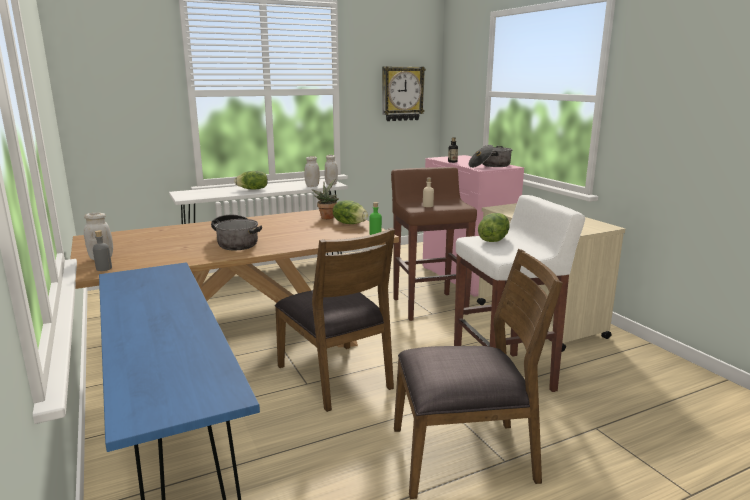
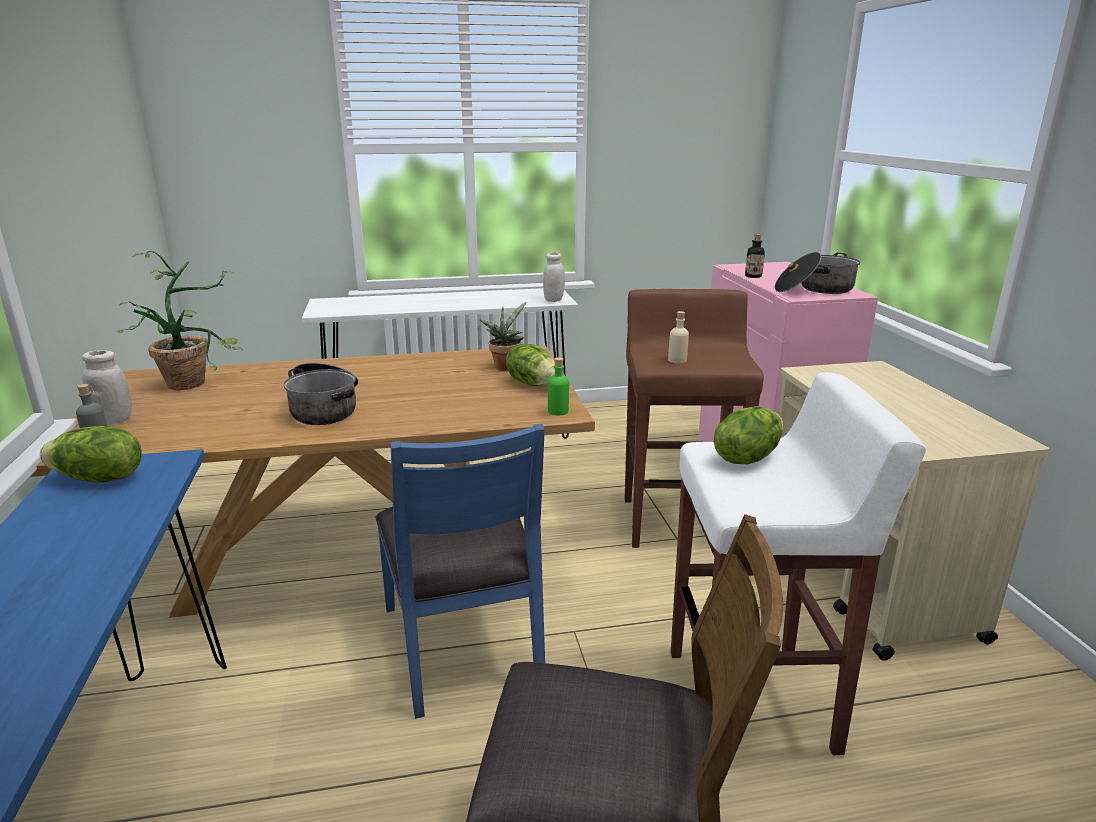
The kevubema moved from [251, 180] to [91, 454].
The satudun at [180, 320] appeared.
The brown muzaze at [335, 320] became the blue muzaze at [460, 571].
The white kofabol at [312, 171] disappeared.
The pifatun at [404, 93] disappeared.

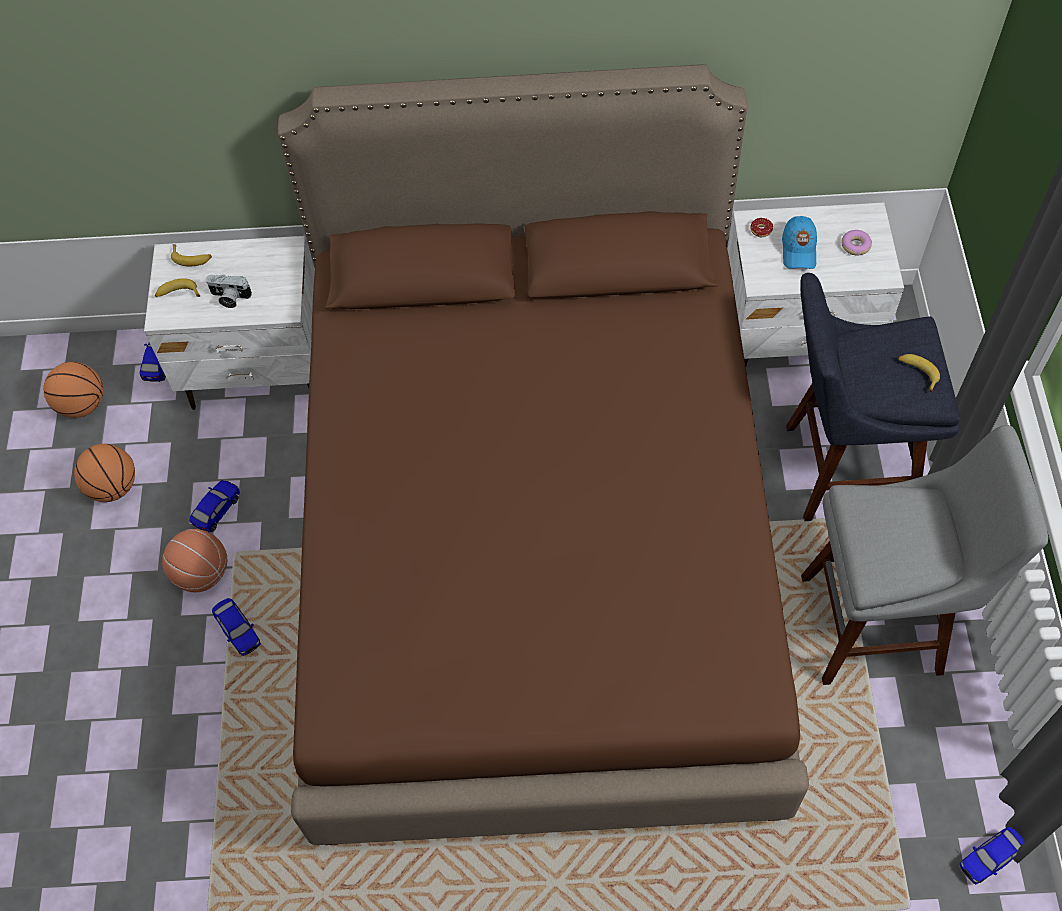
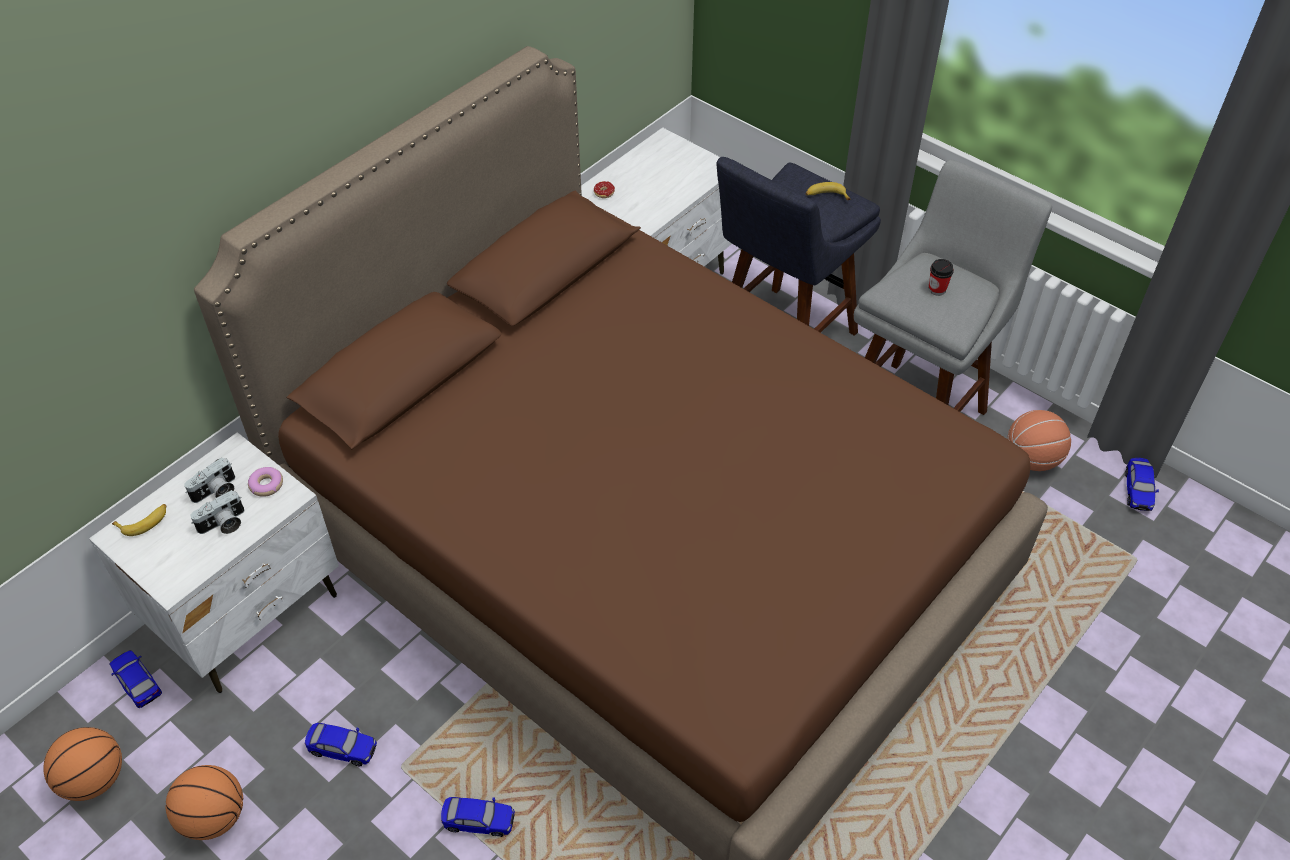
The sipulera at [209, 480] appeared.
The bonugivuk moved from [856, 243] to [265, 482].
The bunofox at [214, 506] turned 120 degrees clockwise.
The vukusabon at [941, 277] appeared.
The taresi moved from [194, 560] to [1039, 440].
The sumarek at [178, 287] disappeared.
The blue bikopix at [799, 242] disappeared.

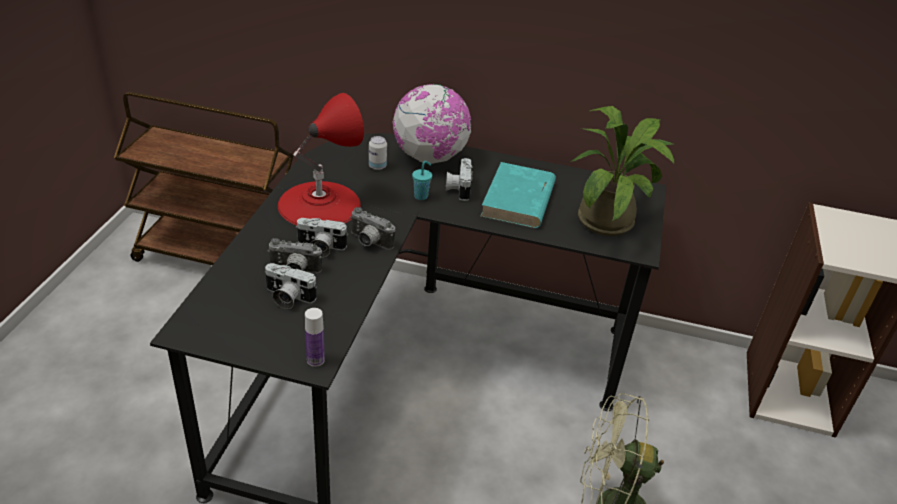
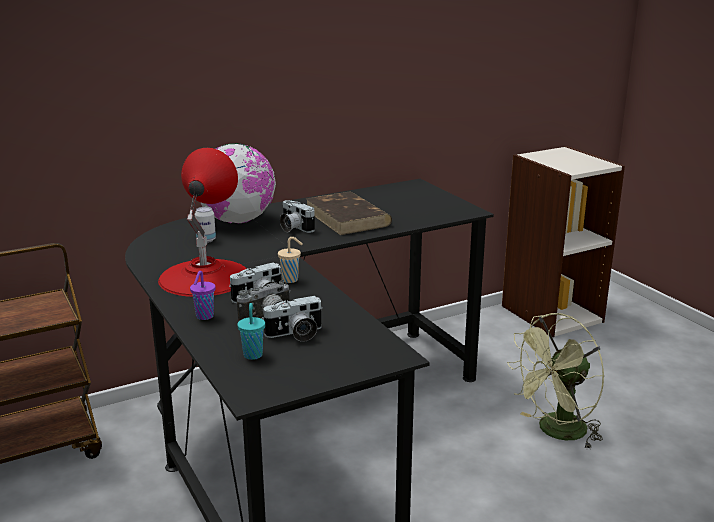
The purple vukusabon at [202, 295] appeared.
The turquoise vukusabon moved from [422, 180] to [251, 331].
The sipulera at [372, 228] was replaced by the beige vukusabon at [290, 260].
The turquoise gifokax at [518, 195] became the brown gifokax at [349, 213].
The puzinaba at [315, 337] disappeared.
The satudun at [622, 171] disappeared.

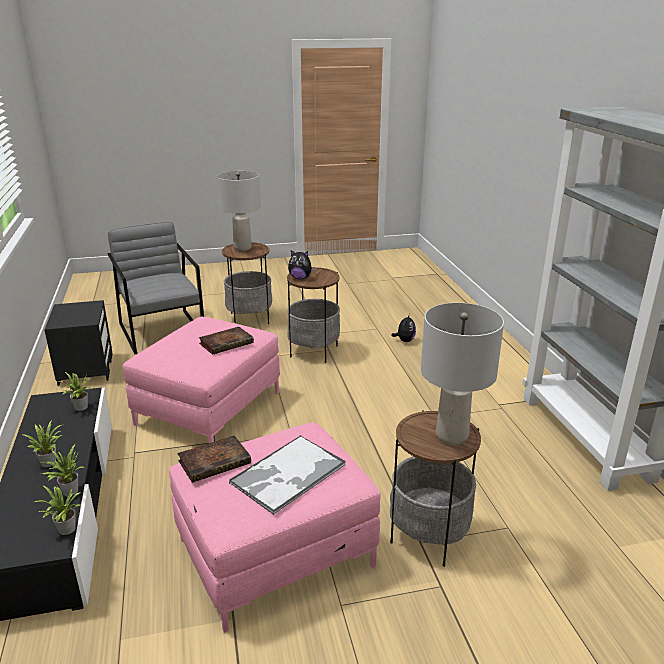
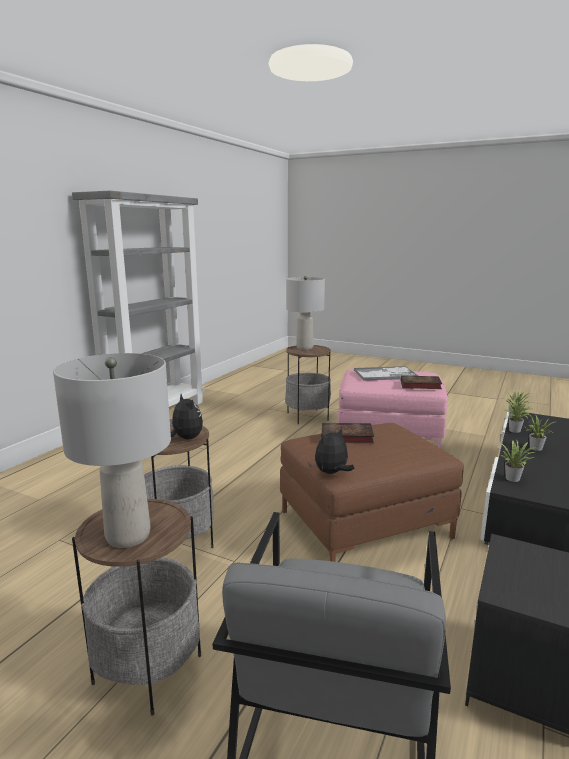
The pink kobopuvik at [201, 380] became the brown kobopuvik at [372, 492].
The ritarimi moved from [403, 327] to [334, 450].

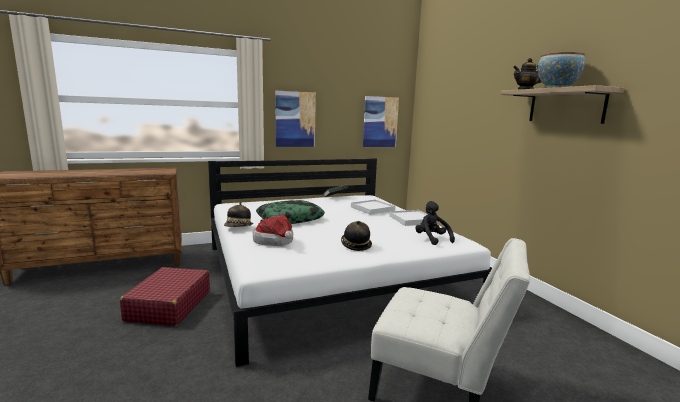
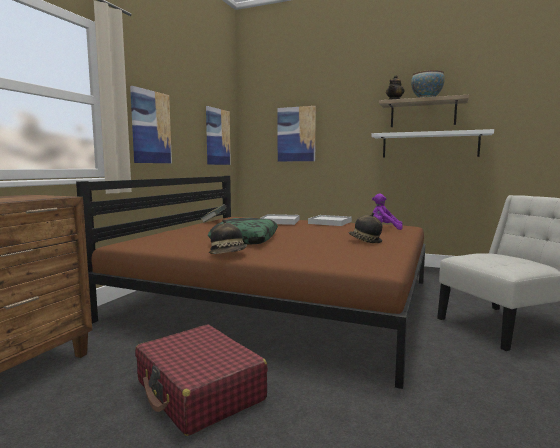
The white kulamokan at [350, 262] became the brown kulamokan at [250, 282].
The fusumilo at [297, 133] appeared.
The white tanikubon at [432, 143] appeared.
The black ritarimi at [435, 223] became the purple ritarimi at [387, 211].
The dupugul at [273, 230] disappeared.

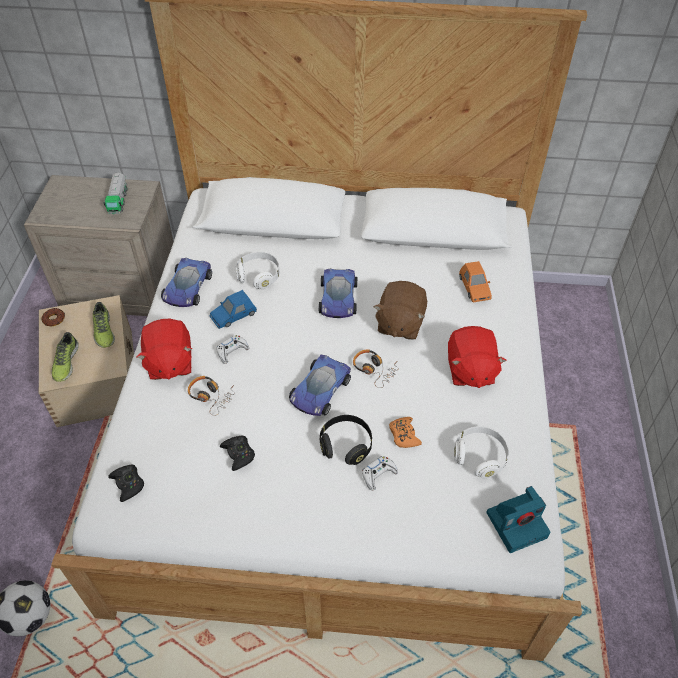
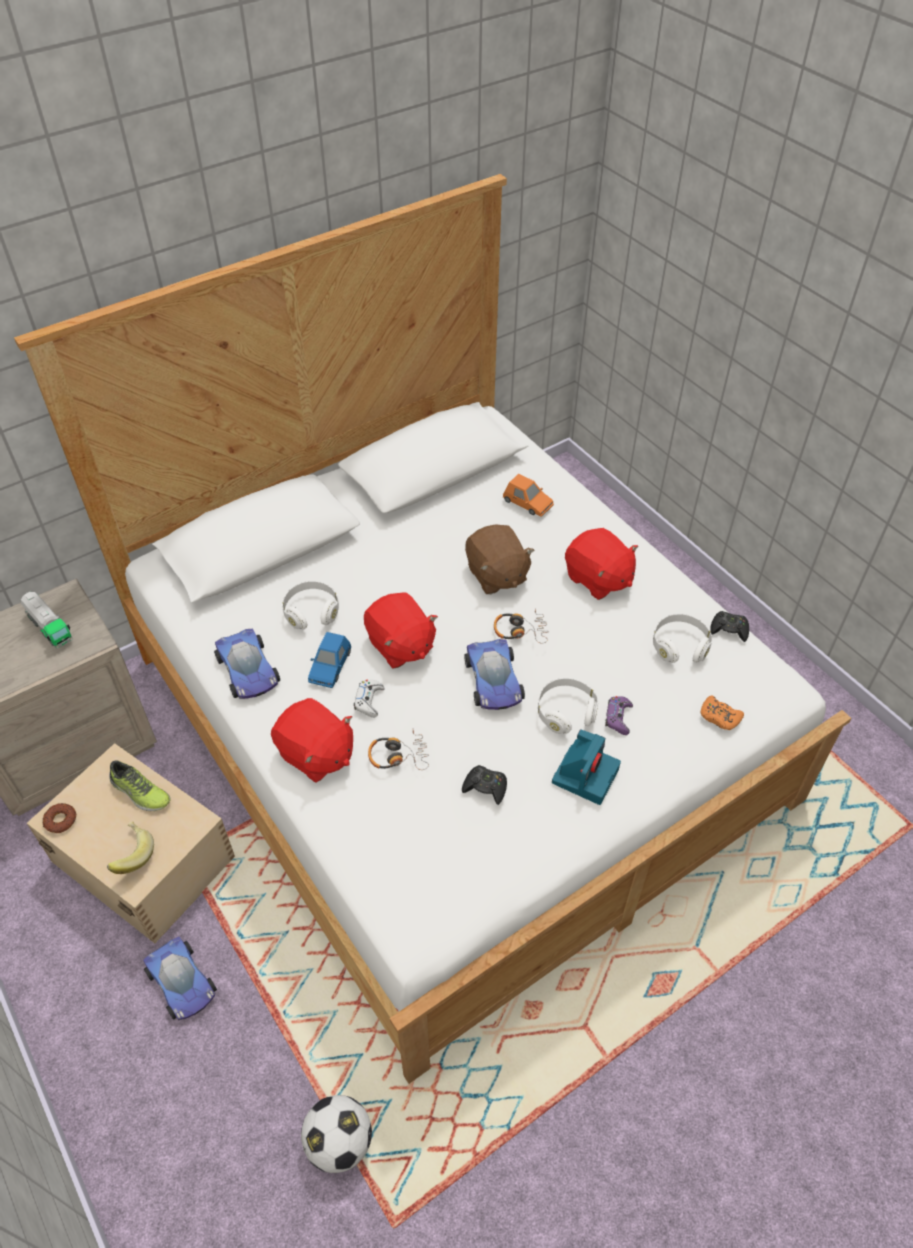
The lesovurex at [65, 357] was replaced by the sumarek at [130, 847].
The bunofox moved from [338, 293] to [180, 978].
The red ritarimi at [401, 630] appeared.
The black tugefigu at [346, 440] became the white tugefigu at [568, 706].
The sipulera moved from [518, 519] to [586, 767].
The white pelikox at [380, 473] became the purple pelikox at [619, 715].
The orange pelikox moved from [405, 432] to [722, 712].
The black pelikox moved from [126, 483] to [729, 626].

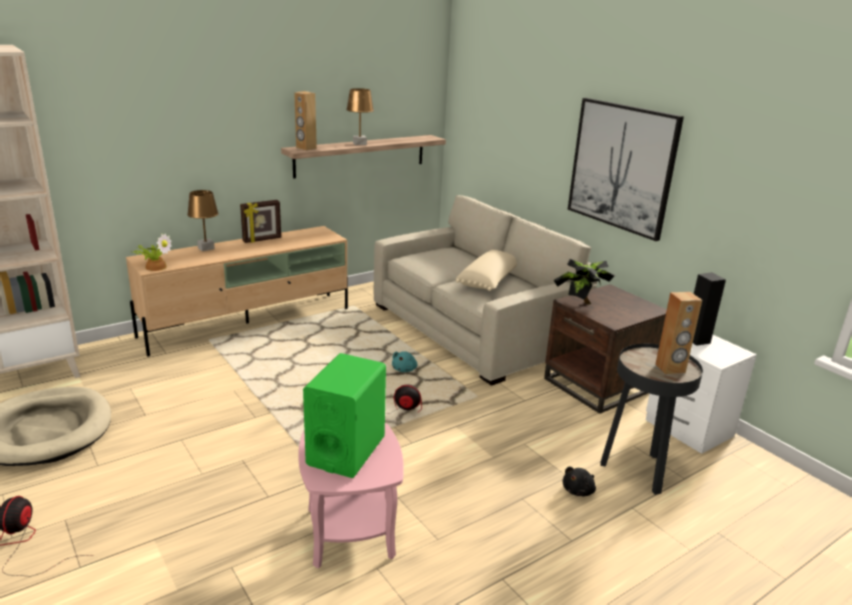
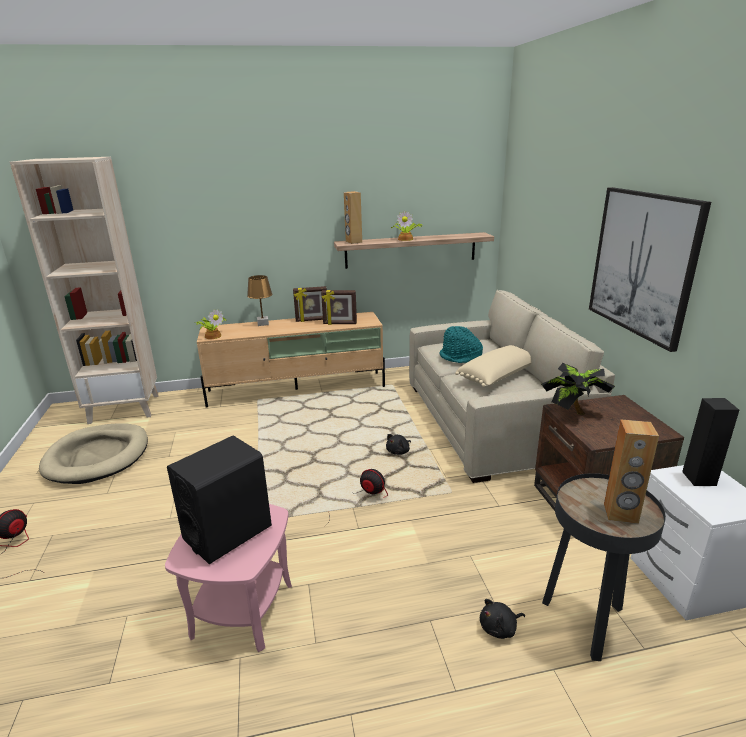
The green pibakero at [344, 415] became the black pibakero at [219, 499].
The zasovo at [339, 307] appeared.
The turquoise ritarimi at [405, 361] became the black ritarimi at [398, 444].
The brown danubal at [360, 116] was replaced by the satudun at [407, 225].
The turquoise dupugul at [461, 344] appeared.

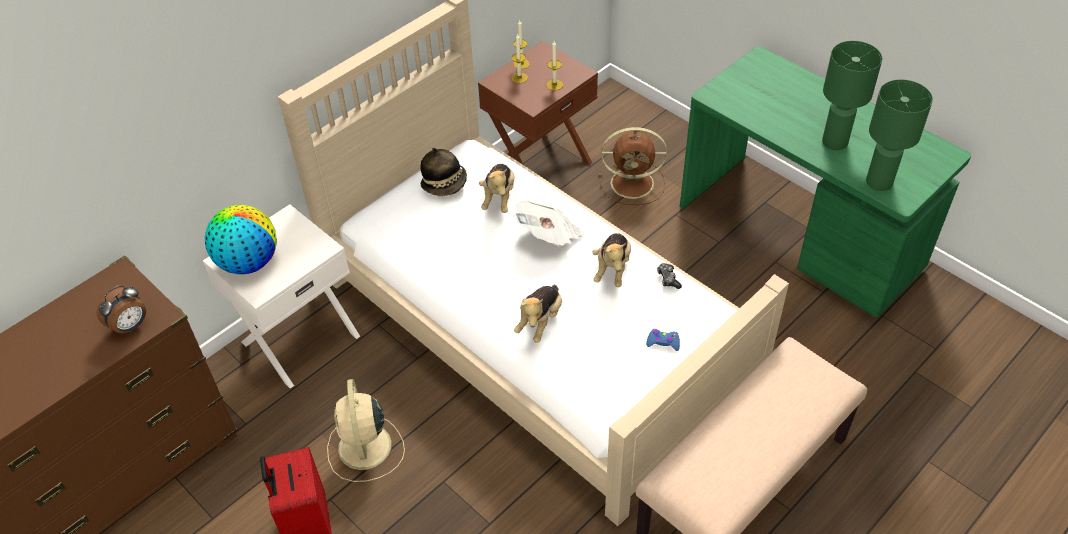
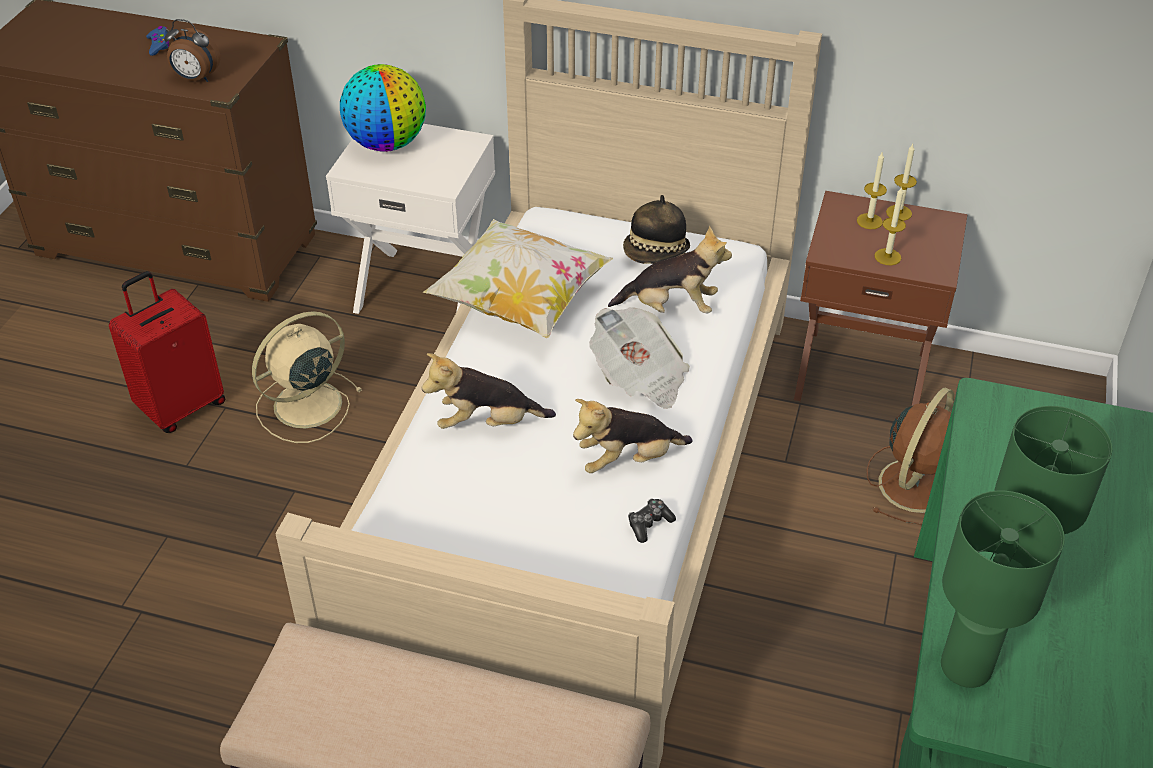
The blue pelikox moved from [663, 340] to [157, 41].
The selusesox at [518, 278] appeared.
The ritarimi at [497, 188] turned 150 degrees counterclockwise.
The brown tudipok at [633, 166] turned 120 degrees counterclockwise.

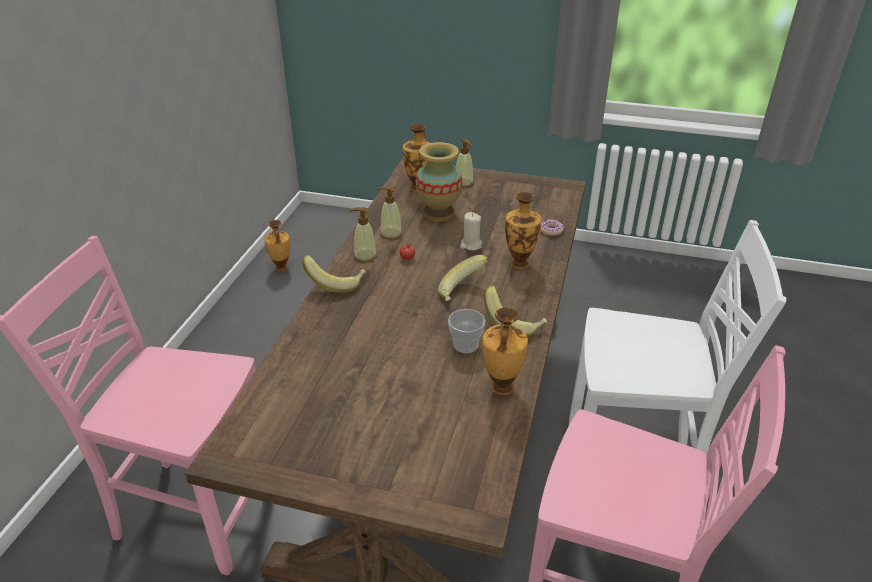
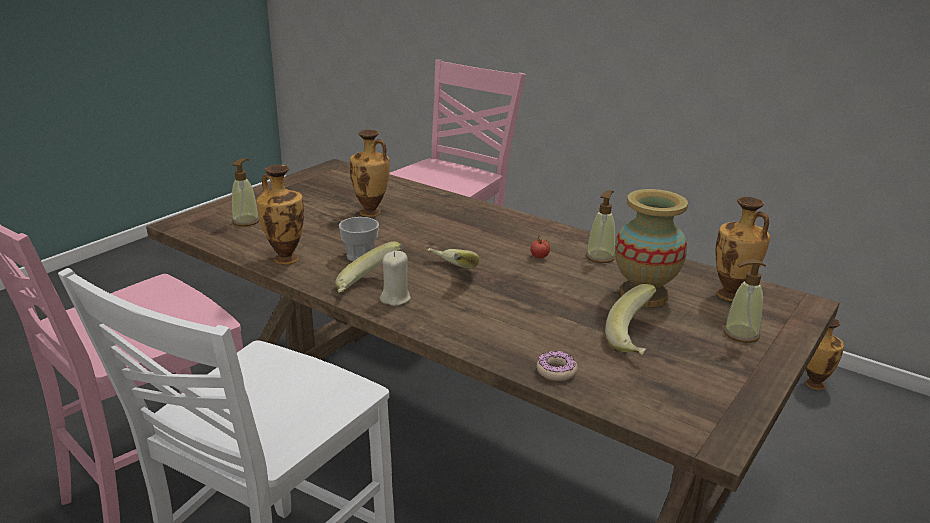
The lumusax moved from [363, 235] to [246, 192].
The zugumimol moved from [523, 230] to [370, 173].
The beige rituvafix moved from [471, 231] to [395, 278].
The sumarek moved from [334, 274] to [631, 319].

